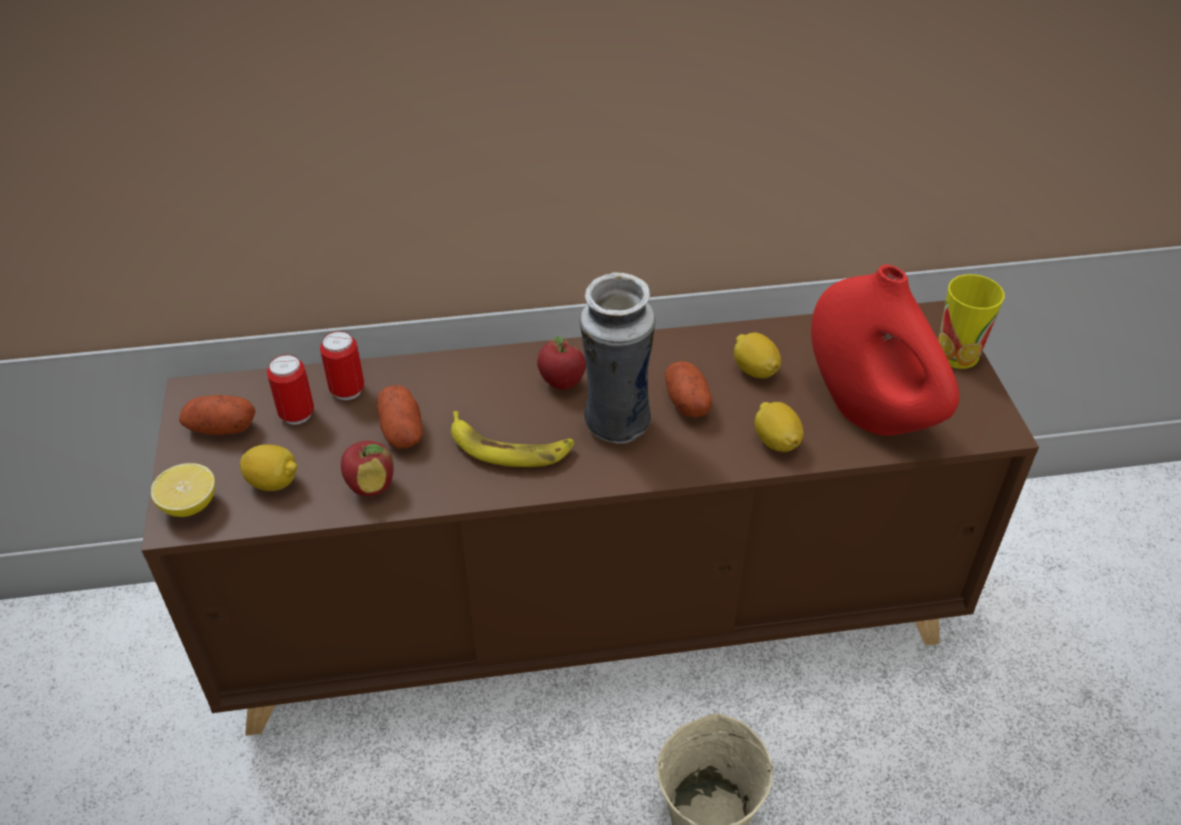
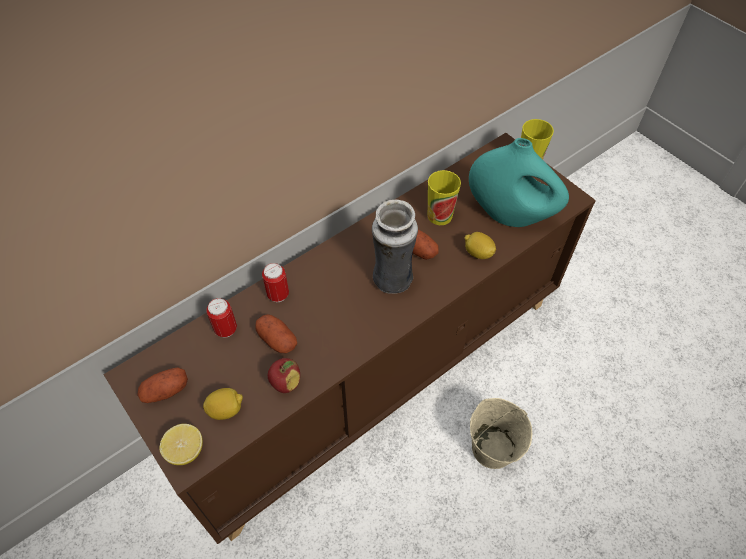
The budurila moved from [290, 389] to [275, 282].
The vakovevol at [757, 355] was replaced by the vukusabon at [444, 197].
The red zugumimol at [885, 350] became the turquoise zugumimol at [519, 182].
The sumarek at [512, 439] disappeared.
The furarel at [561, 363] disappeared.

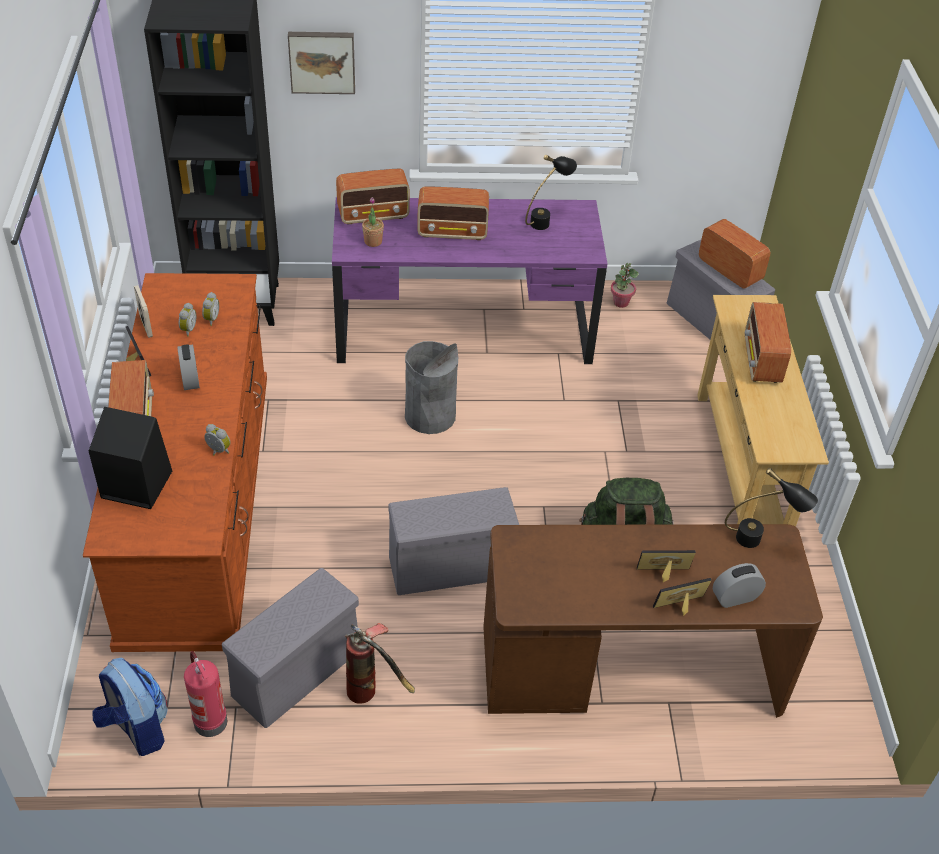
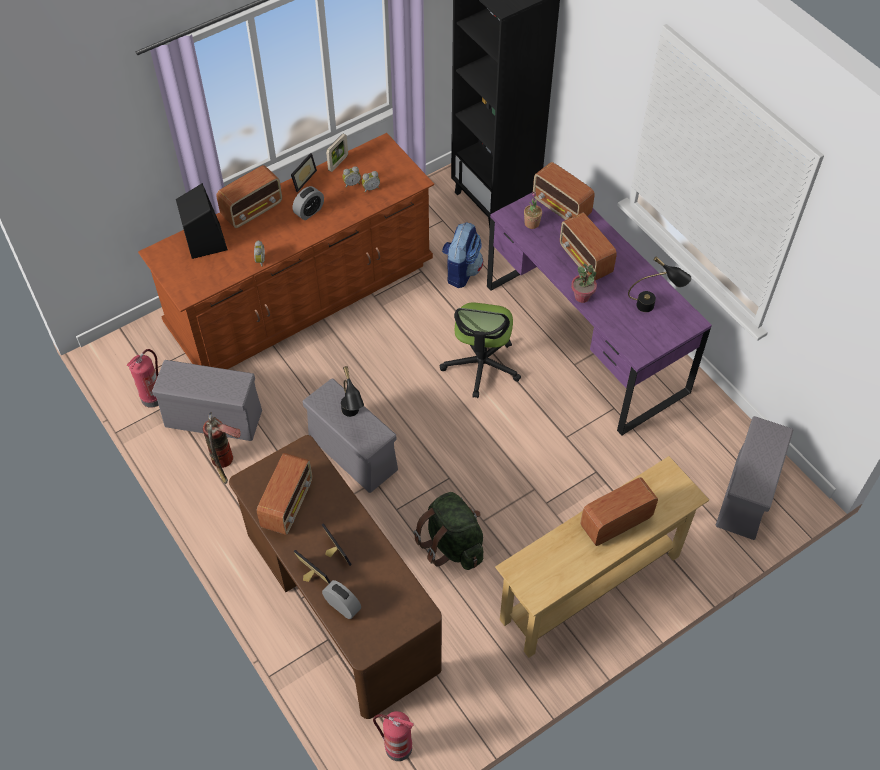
The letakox moved from [734, 253] to [285, 494].
The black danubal moved from [771, 508] to [352, 391].
The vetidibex at [393, 736] appeared.
The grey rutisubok at [431, 387] was replaced by the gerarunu at [480, 350].
The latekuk moved from [130, 707] to [462, 255].
The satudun moved from [625, 285] to [584, 283].
The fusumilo at [321, 63] disappeared.

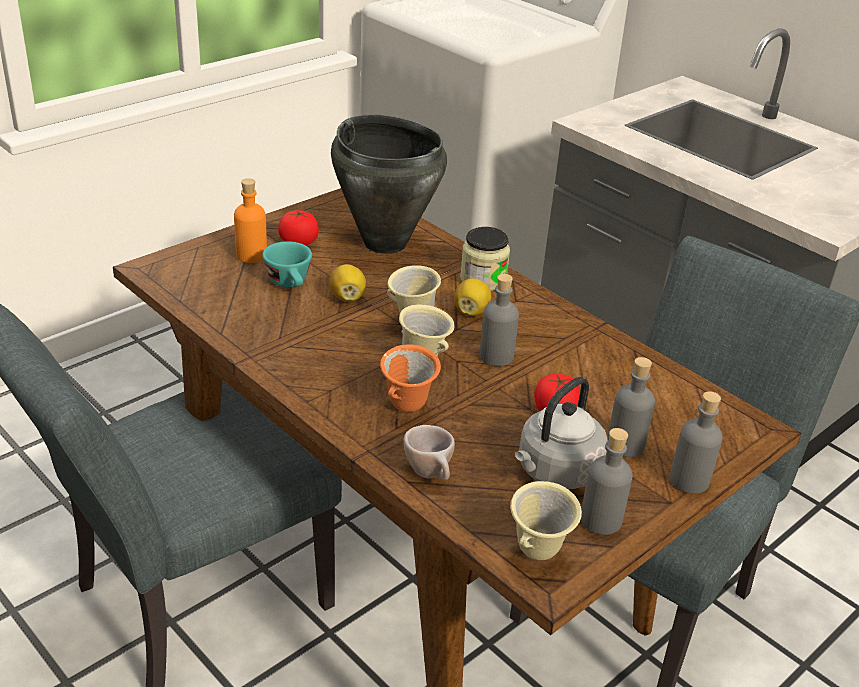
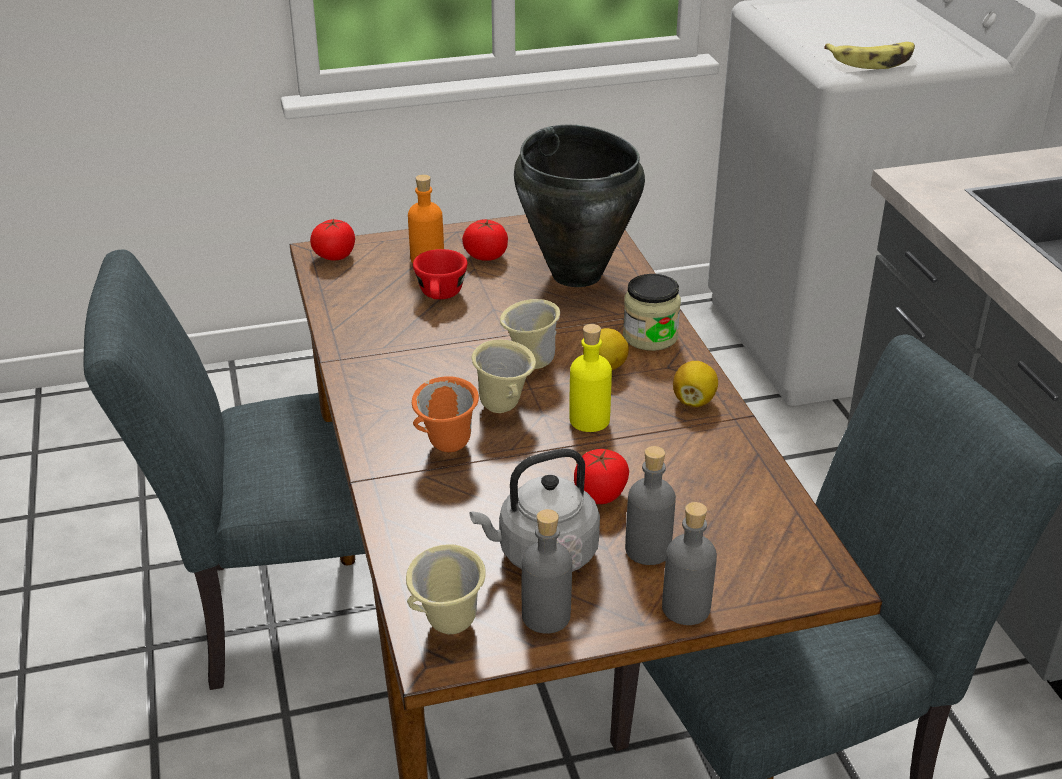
The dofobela at [332, 239] appeared.
The turquoise vukusabon at [287, 264] became the red vukusabon at [440, 274].
The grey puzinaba at [499, 320] became the yellow puzinaba at [590, 378].
The vakovevol moved from [347, 283] to [695, 384].
The sumarek at [869, 55] appeared.
The beige vukusabon at [429, 452] disappeared.

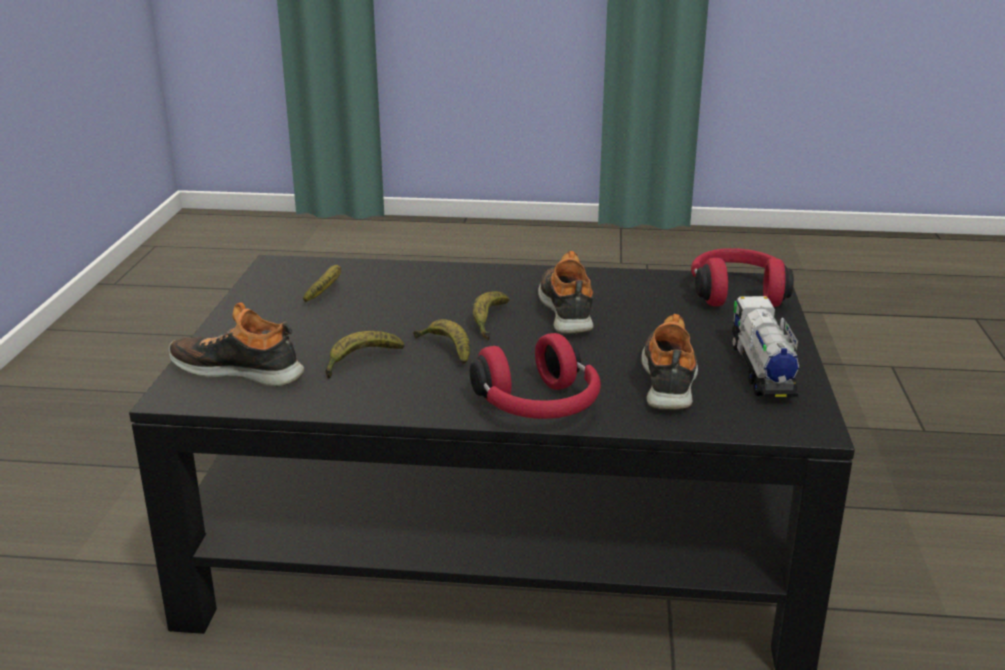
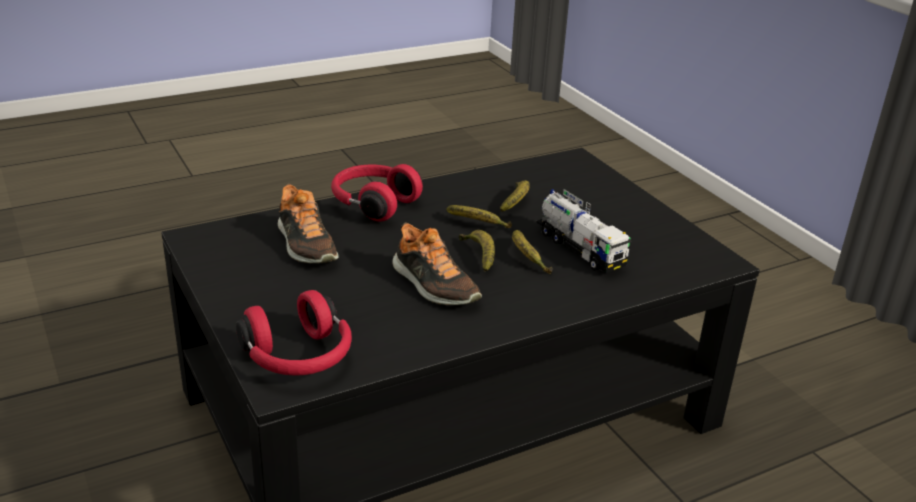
The sumarek moved from [322, 283] to [532, 252].
The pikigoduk moved from [766, 346] to [583, 231].
The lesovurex at [236, 344] disappeared.

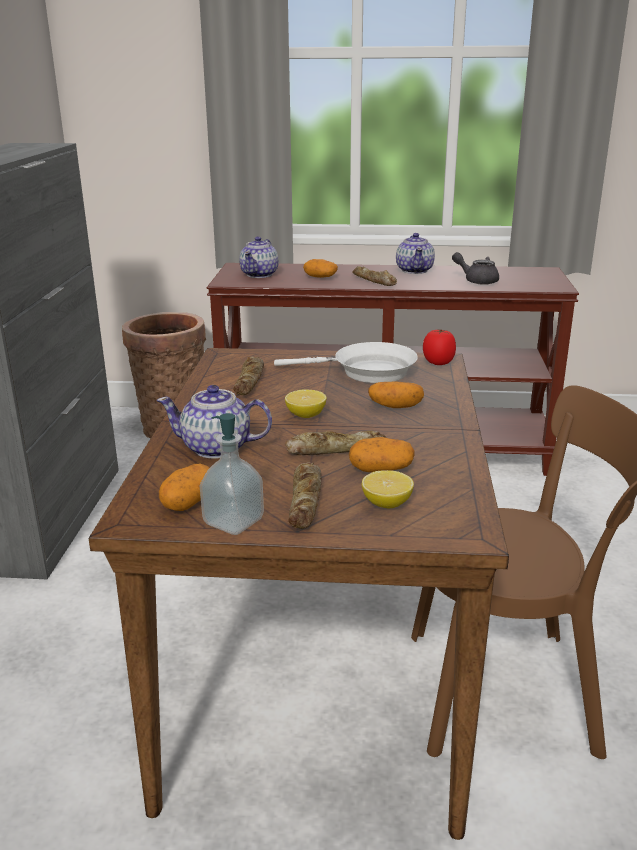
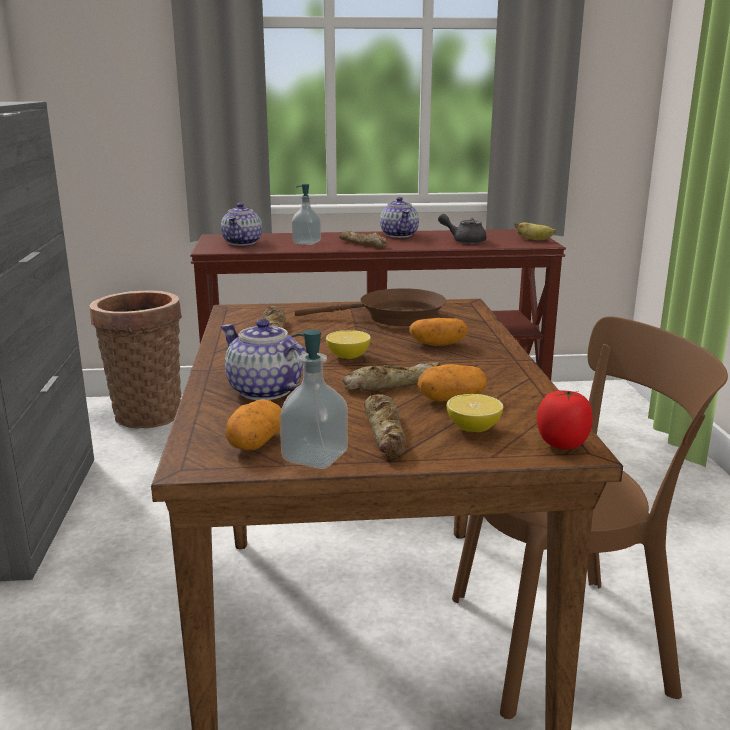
The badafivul at [214, 421] turned 45 degrees clockwise.
The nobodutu at [320, 268] was replaced by the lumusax at [306, 214].
The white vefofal at [346, 362] became the brown vefofal at [370, 307].
The sumarek at [535, 231] appeared.
The dofobela moved from [439, 347] to [565, 420].

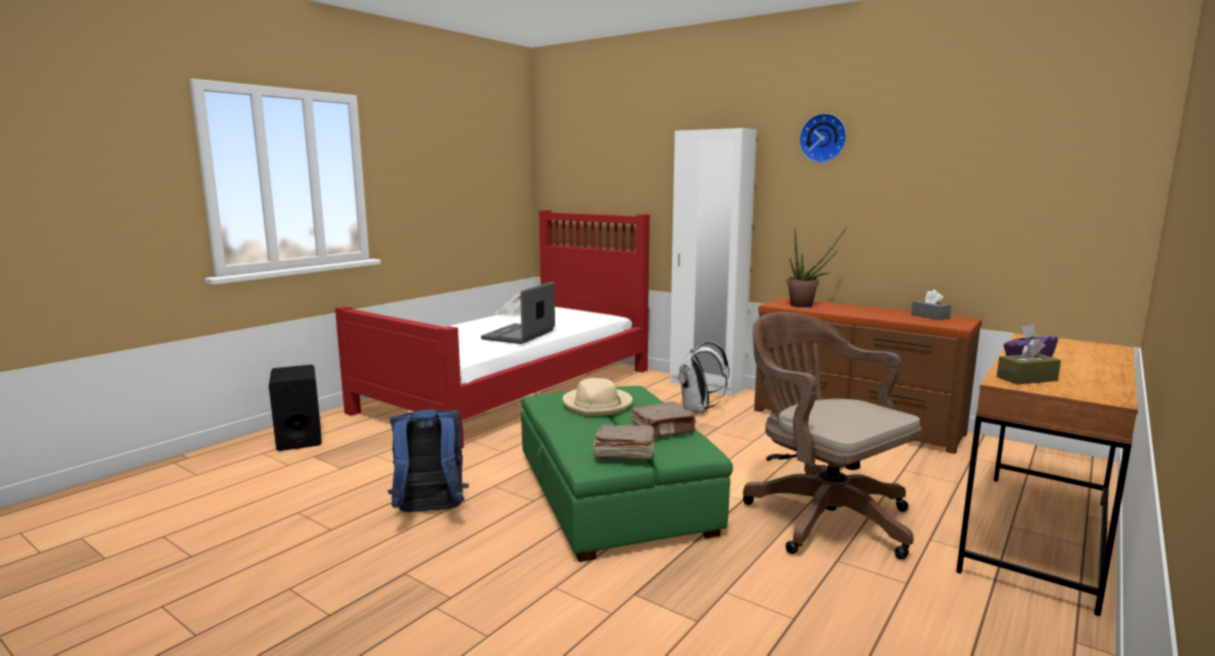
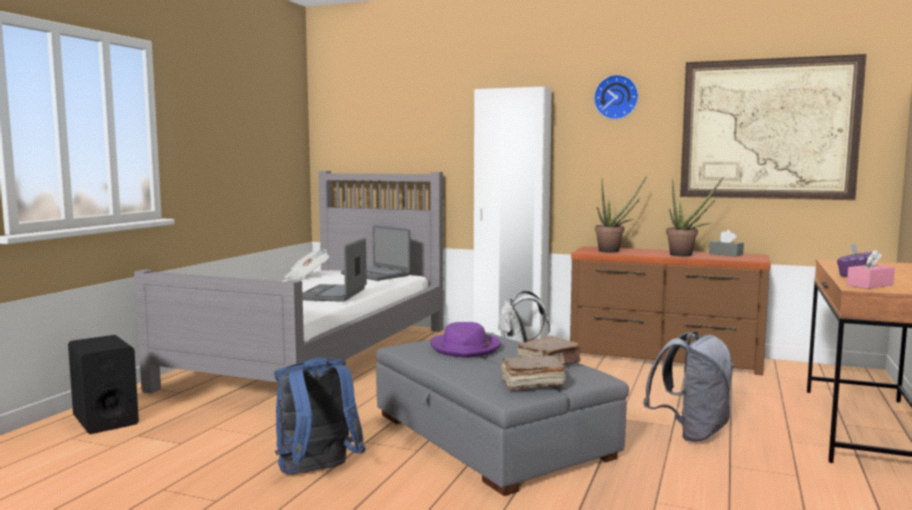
The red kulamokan at [492, 329] became the grey kulamokan at [288, 282].
The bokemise at [376, 253] appeared.
The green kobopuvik at [627, 474] became the grey kobopuvik at [502, 414].
The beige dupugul at [598, 397] became the purple dupugul at [465, 340].
The brown gerarunu at [832, 436] was replaced by the grey latekuk at [688, 386].
The satudun at [695, 216] appeared.
The fusumilo at [773, 127] appeared.
The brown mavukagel at [1029, 361] became the pink mavukagel at [871, 269].

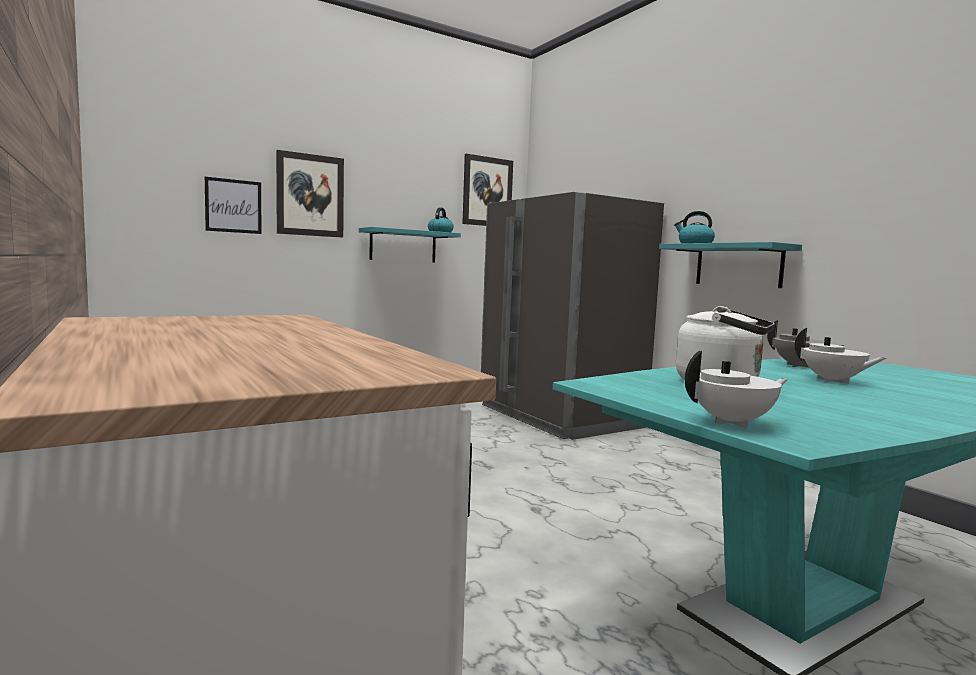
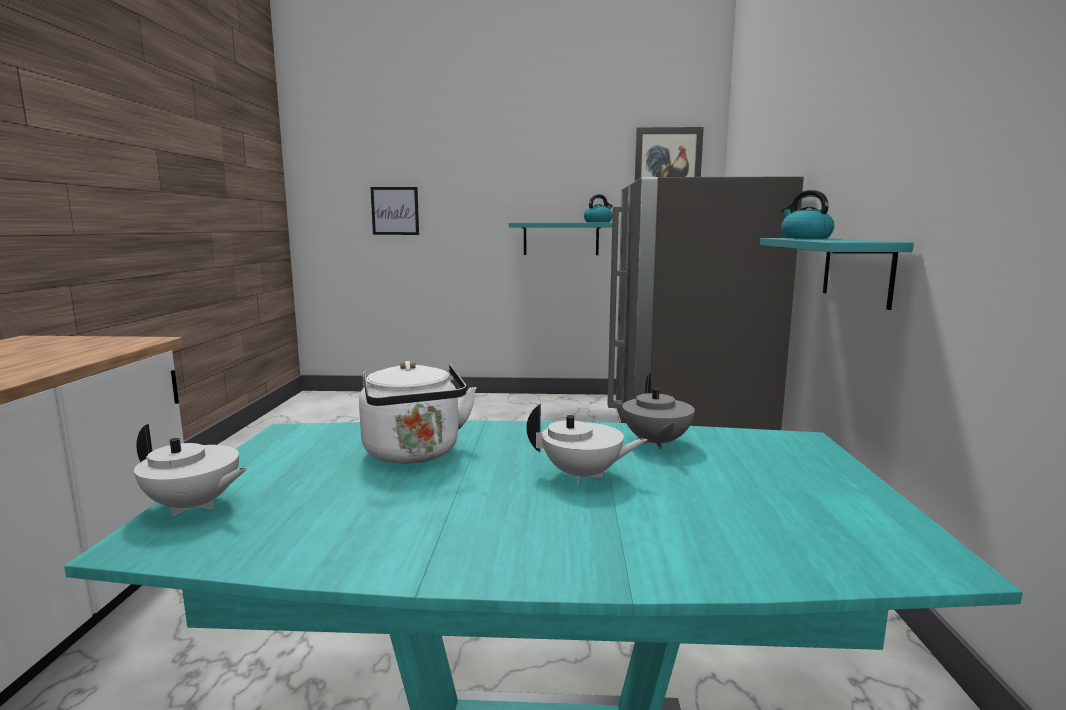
The white badafivul at [840, 356] turned 75 degrees counterclockwise.
The fusumilo at [310, 194] disappeared.

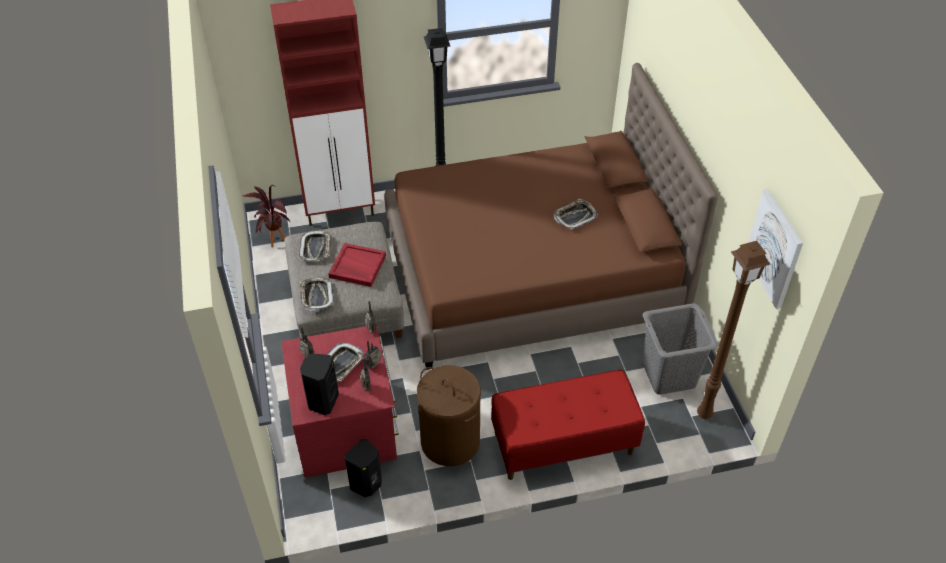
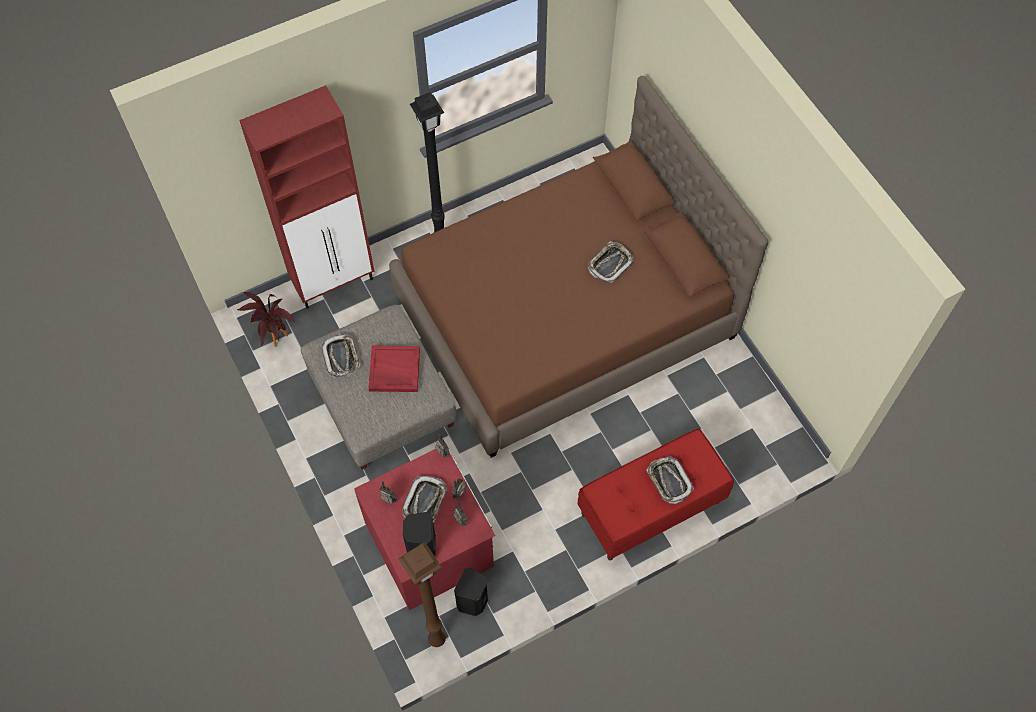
The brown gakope moved from [734, 330] to [422, 594].
The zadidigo moved from [317, 294] to [670, 480].
The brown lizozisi at [449, 415] disappeared.
The grey lizozisi at [681, 349] disappeared.
The fusumilo at [775, 249] disappeared.

